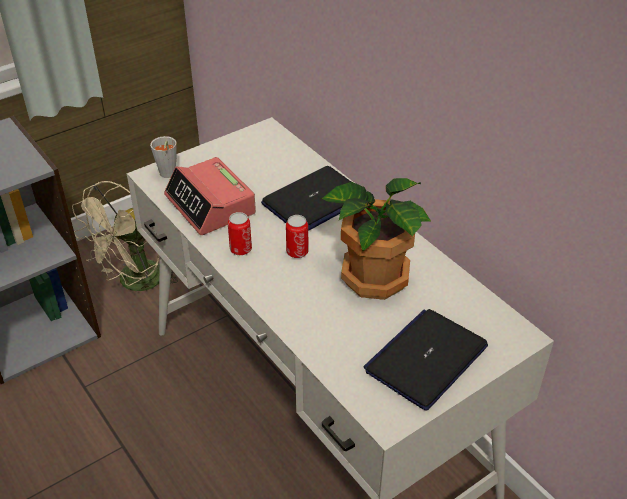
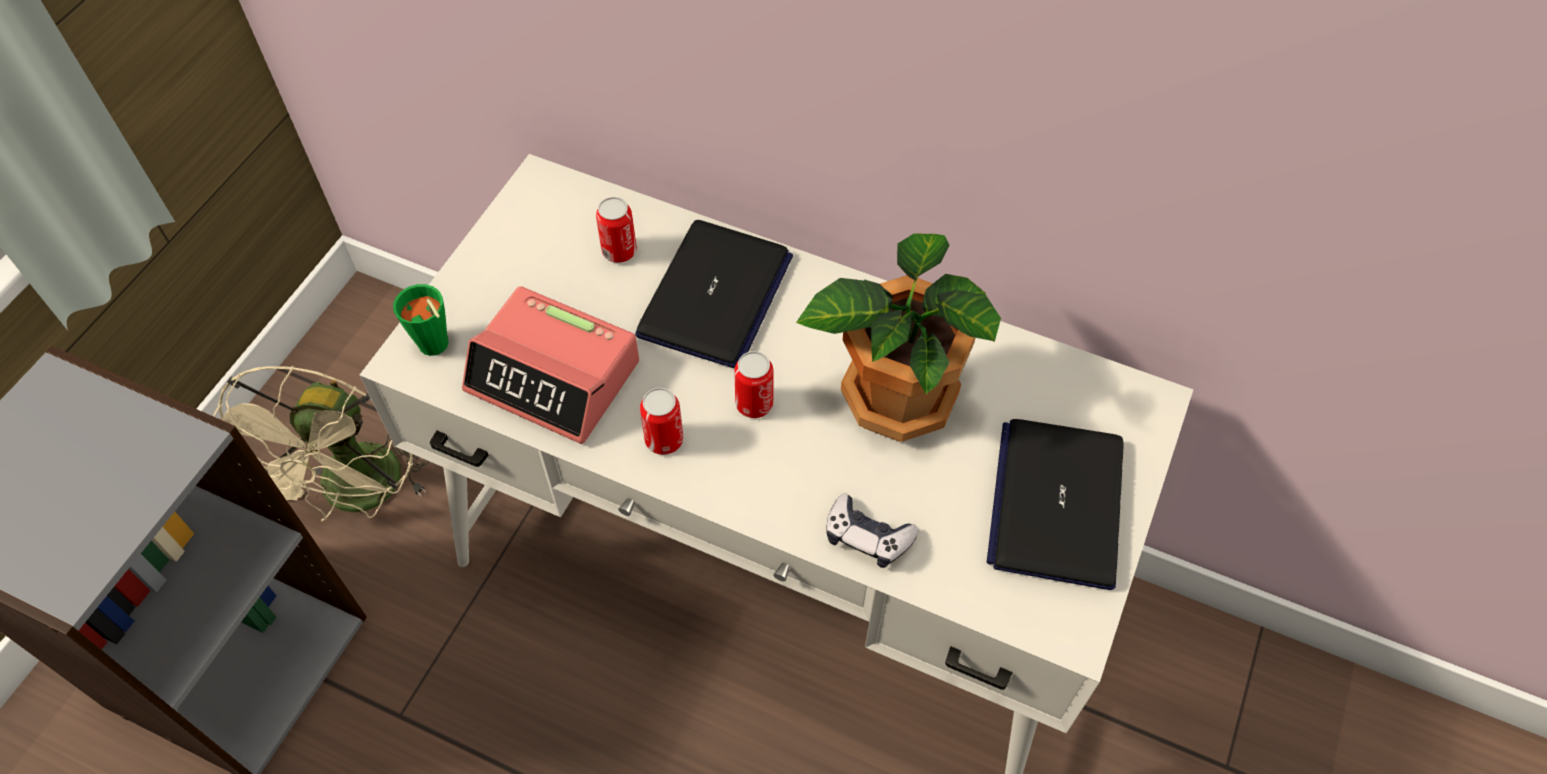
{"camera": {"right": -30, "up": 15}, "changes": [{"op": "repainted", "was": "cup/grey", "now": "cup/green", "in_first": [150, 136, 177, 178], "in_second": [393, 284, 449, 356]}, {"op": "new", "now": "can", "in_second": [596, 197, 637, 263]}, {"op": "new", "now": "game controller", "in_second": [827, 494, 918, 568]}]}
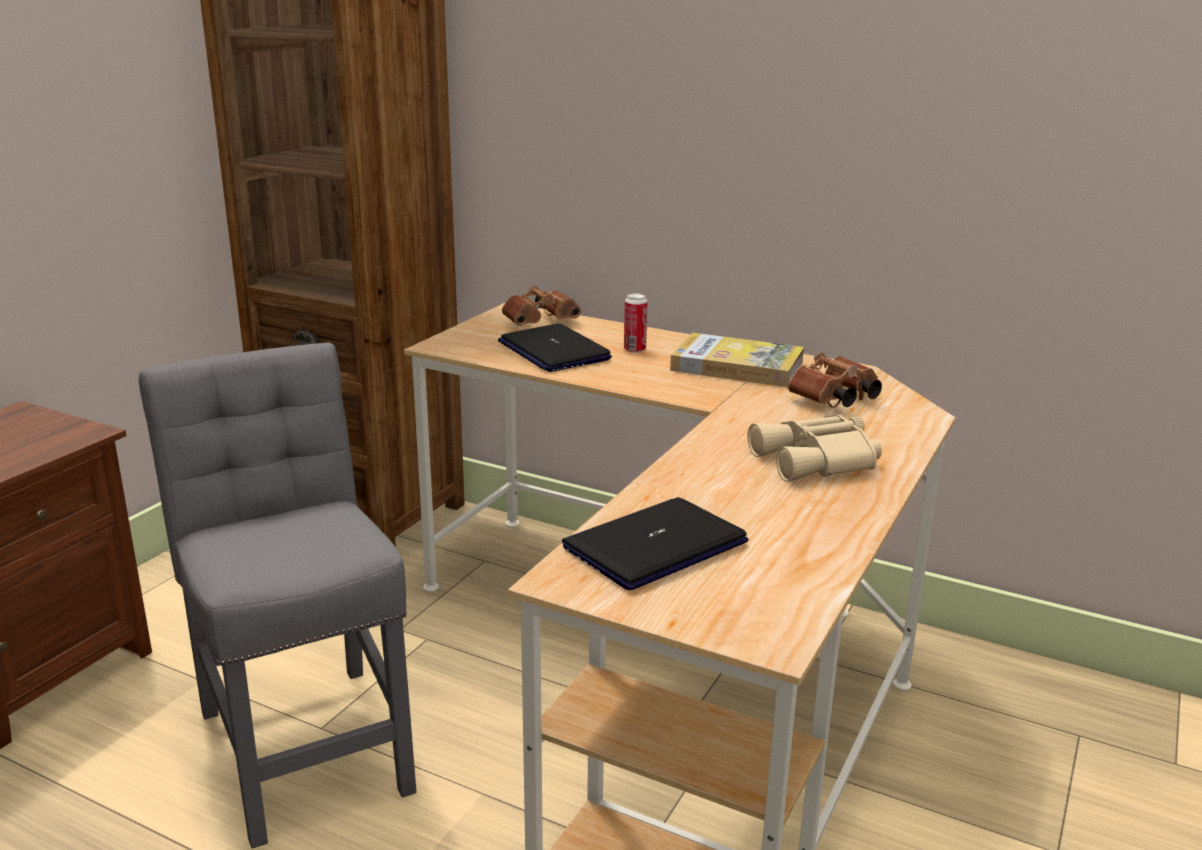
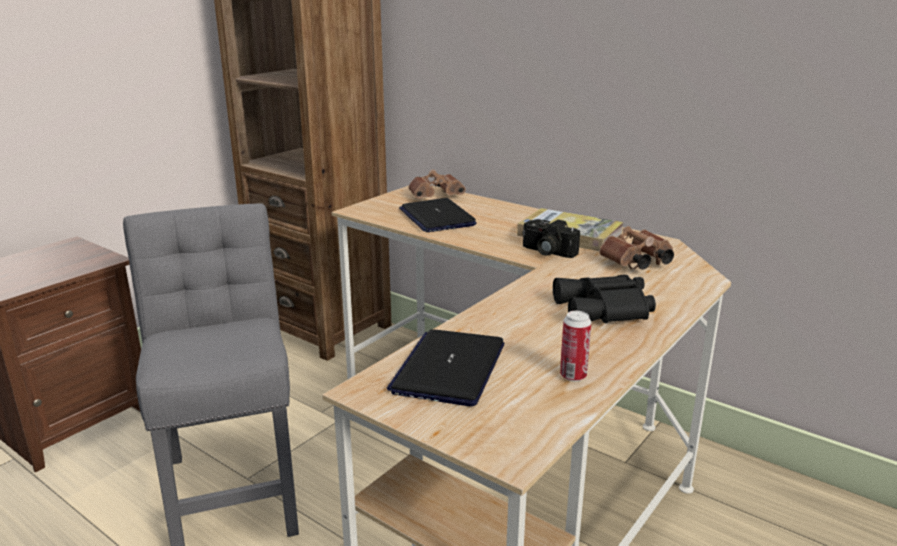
{"camera": {"right": 10, "up": 0}, "changes": [{"op": "rotated", "was": "laptop", "in_first": [562, 497, 748, 590], "in_second": [387, 329, 504, 406], "clockwise": -45}, {"op": "shifted", "was": "can", "in_first": [624, 293, 648, 353], "in_second": [560, 311, 592, 381]}, {"op": "repainted", "was": "binoculars/beige", "now": "binoculars/black", "in_first": [748, 415, 882, 482], "in_second": [553, 275, 656, 323]}, {"op": "new", "now": "photo camera", "in_second": [522, 219, 580, 258]}]}
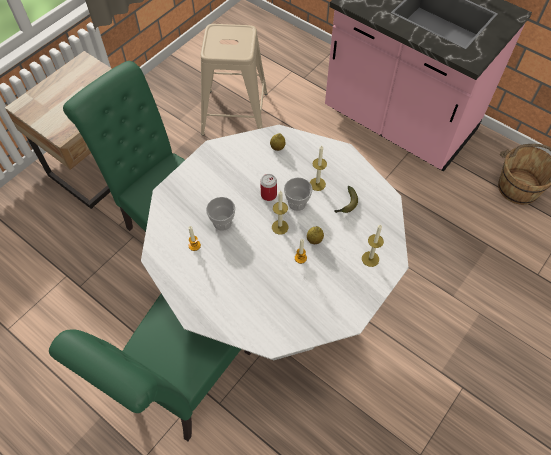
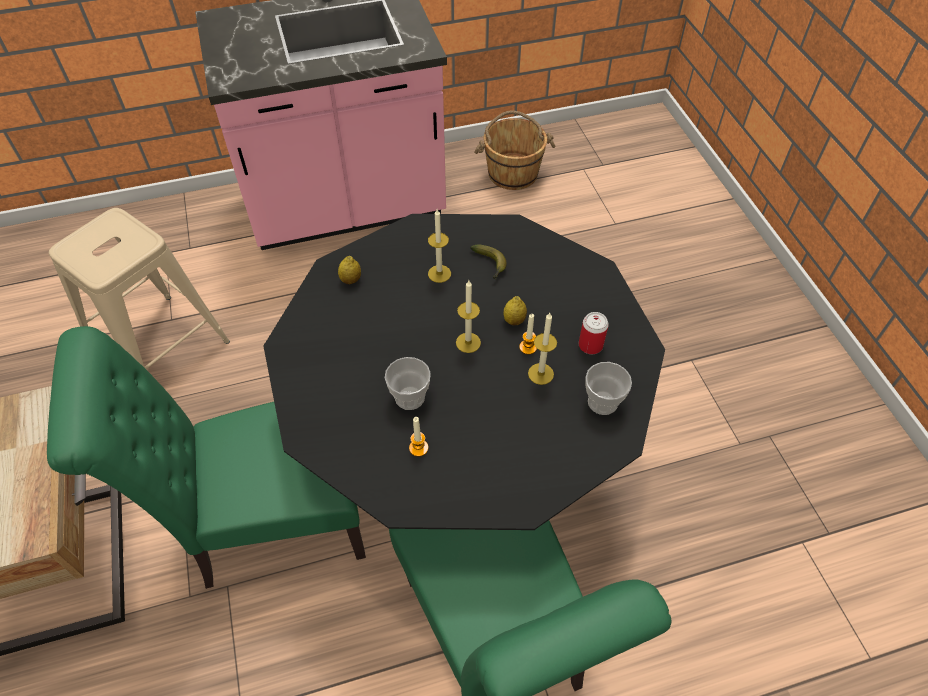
{"camera": {"right": -55, "up": -5}, "changes": [{"op": "repainted", "was": "dining table/white", "now": "dining table/black", "in_first": [141, 125, 409, 360], "in_second": [263, 214, 665, 530]}, {"op": "shifted", "was": "can", "in_first": [260, 174, 277, 201], "in_second": [579, 312, 609, 354]}, {"op": "shifted", "was": "cup", "in_first": [284, 177, 313, 211], "in_second": [585, 362, 632, 415]}, {"op": "shifted", "was": "candle", "in_first": [362, 224, 384, 267], "in_second": [528, 313, 557, 385]}]}
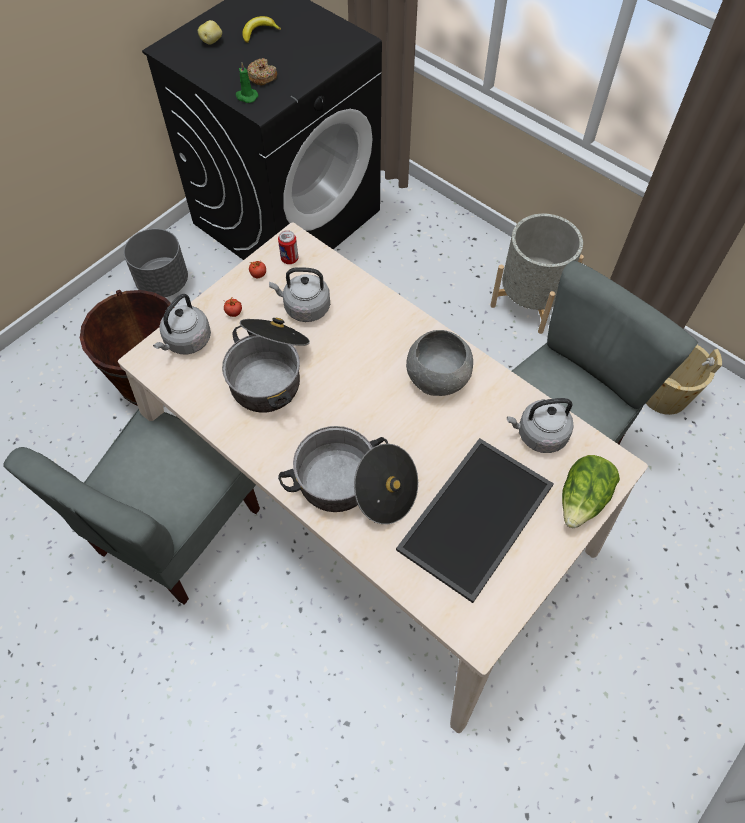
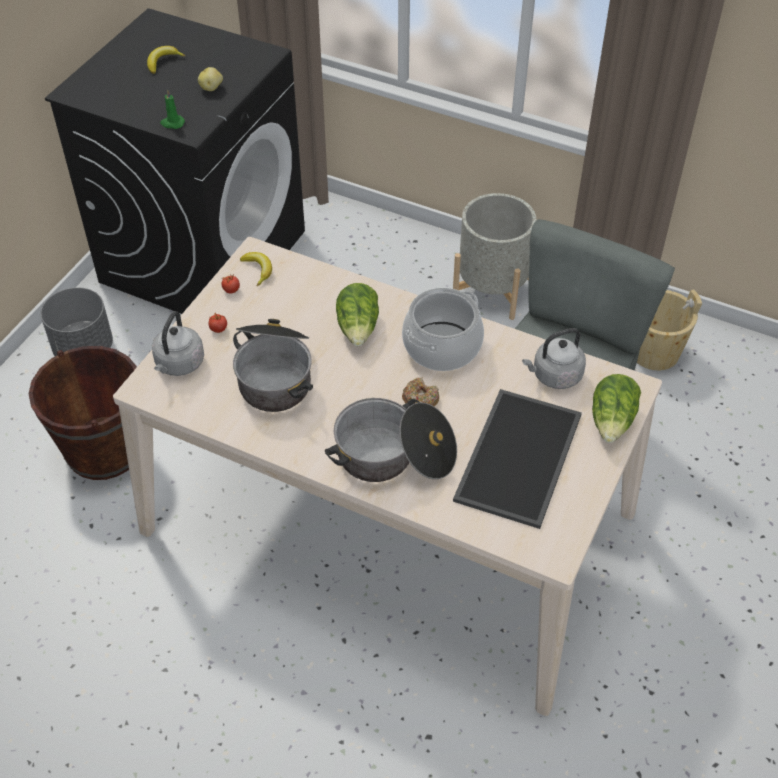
{"camera": {"right": -15, "up": -10}, "changes": [{"op": "gone", "was": "chair/grey", "in_first": [4, 408, 260, 605]}, {"op": "shifted", "was": "potato", "in_first": [198, 20, 222, 44], "in_second": [198, 67, 223, 91]}, {"op": "shifted", "was": "donut", "in_first": [247, 58, 277, 85], "in_second": [402, 378, 439, 407]}, {"op": "gone", "was": "kettle/grey", "in_first": [269, 267, 330, 322]}, {"op": "swapped", "was": "can", "now": "banana", "in_first": [278, 230, 298, 264], "in_second": [240, 252, 272, 286]}, {"op": "swapped", "was": "bowl/grey", "now": "cooking pot", "in_first": [406, 330, 473, 396], "in_second": [402, 288, 484, 371]}, {"op": "new", "now": "lettuce", "in_second": [336, 283, 379, 346]}]}
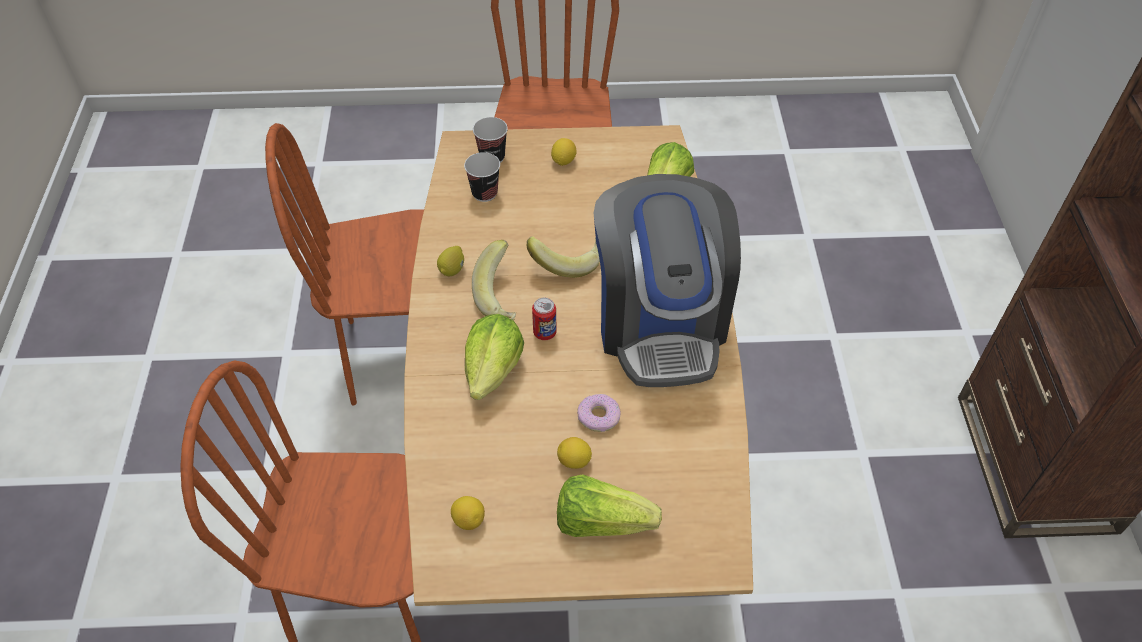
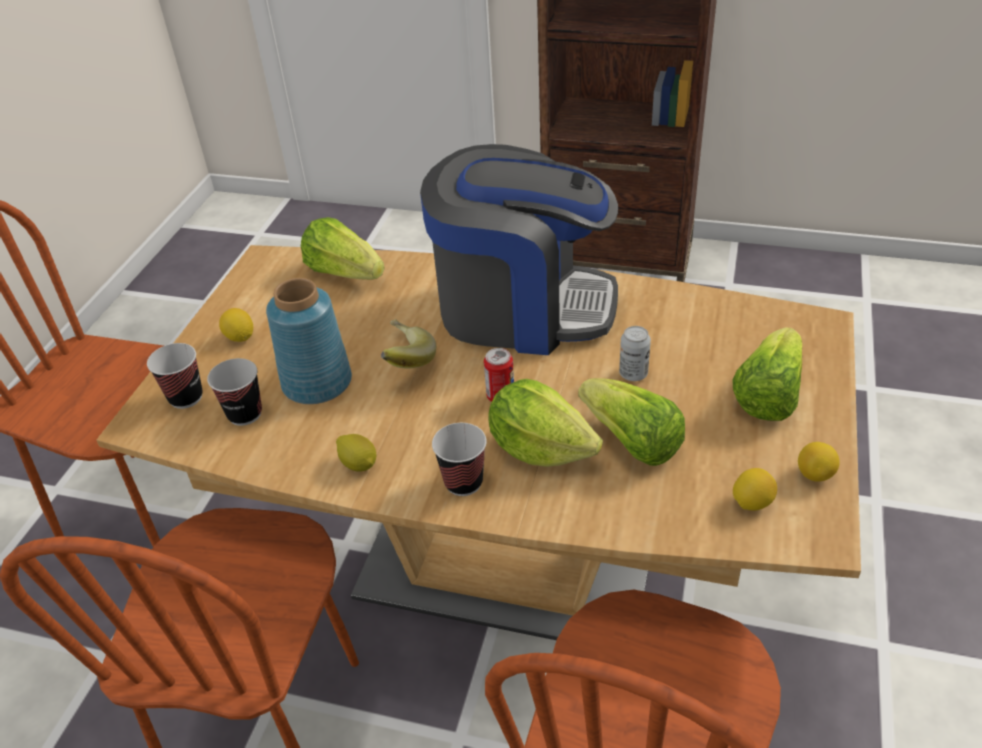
{"camera": {"right": -70, "up": -10}, "changes": [{"op": "gone", "was": "banana", "in_first": [472, 240, 516, 320]}, {"op": "shifted", "was": "lemon", "in_first": [557, 437, 592, 469], "in_second": [798, 442, 840, 482]}, {"op": "swapped", "was": "donut", "now": "can", "in_first": [577, 394, 621, 432], "in_second": [619, 326, 651, 381]}, {"op": "new", "now": "vase/blue", "in_second": [266, 278, 352, 404]}, {"op": "new", "now": "cup", "in_second": [432, 423, 487, 496]}, {"op": "new", "now": "lettuce", "in_second": [578, 378, 685, 466]}]}
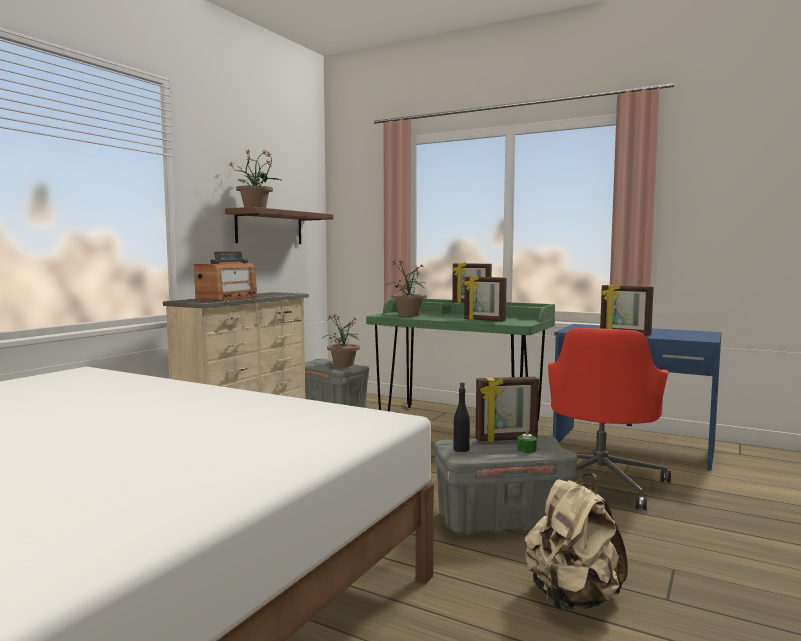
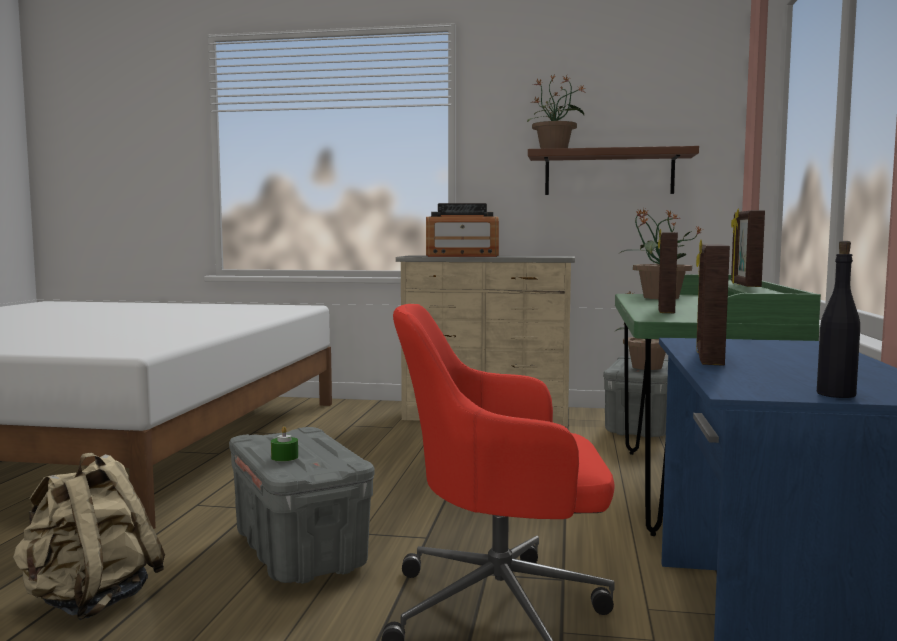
{"camera": {"right": 70, "up": 0}, "changes": [{"op": "shifted", "was": "bottle/black", "in_first": [453, 382, 470, 452], "in_second": [817, 241, 860, 398]}, {"op": "gone", "was": "picture frame", "in_first": [475, 377, 539, 442]}]}
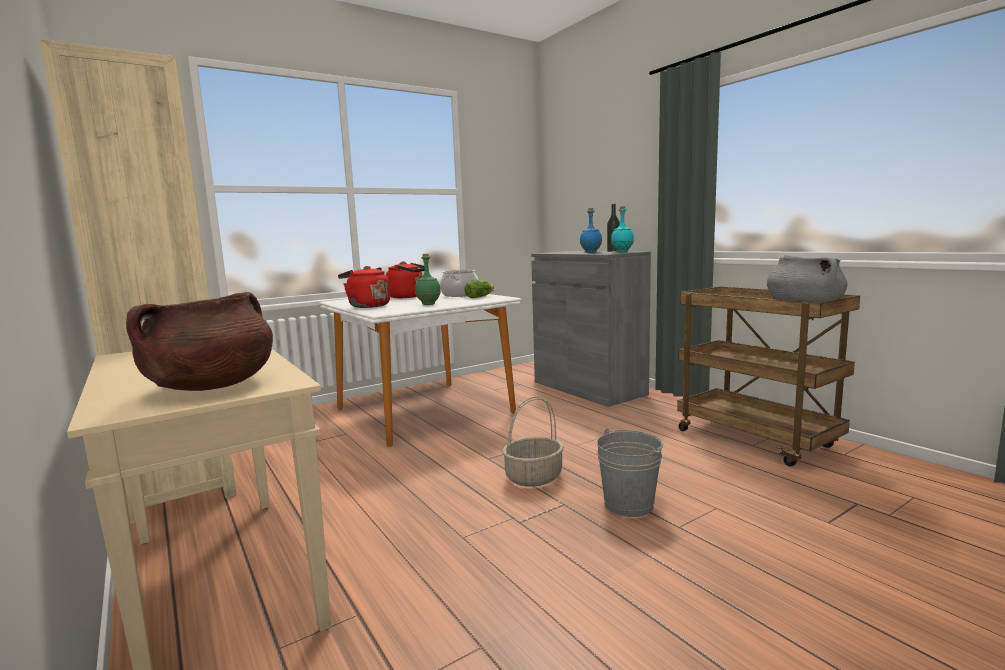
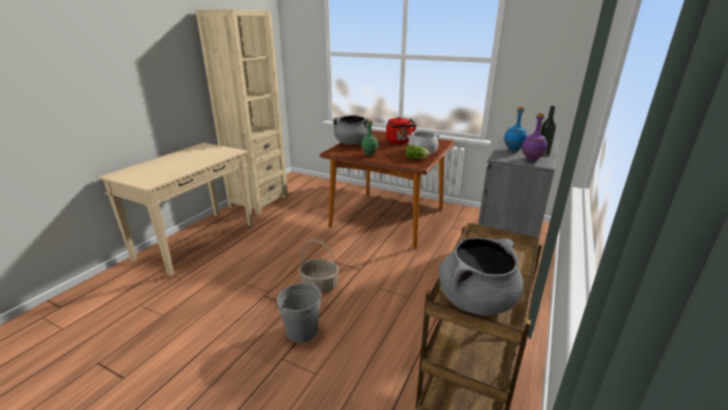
{"camera": {"right": 60, "up": 15}, "changes": [{"op": "gone", "was": "cooking pot/brown", "in_first": [126, 292, 273, 391]}, {"op": "repainted", "was": "dining table/white", "now": "dining table/brown", "in_first": [319, 290, 522, 447], "in_second": [319, 130, 455, 248]}, {"op": "swapped", "was": "kettle/red", "now": "cooking pot/grey", "in_first": [338, 266, 390, 308], "in_second": [333, 115, 372, 145]}, {"op": "repainted", "was": "bottle/turquoise", "now": "bottle/purple", "in_first": [611, 206, 634, 252], "in_second": [521, 113, 547, 161]}]}
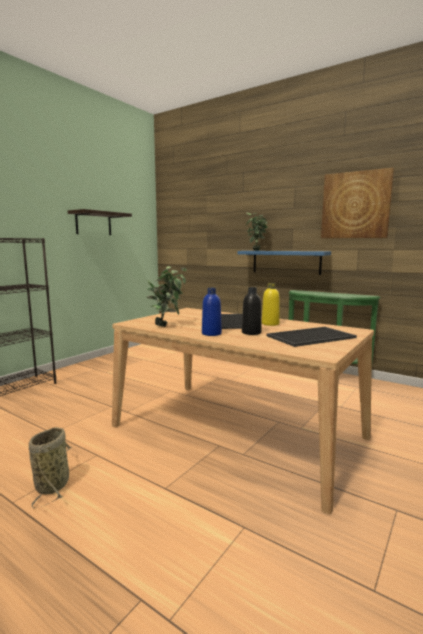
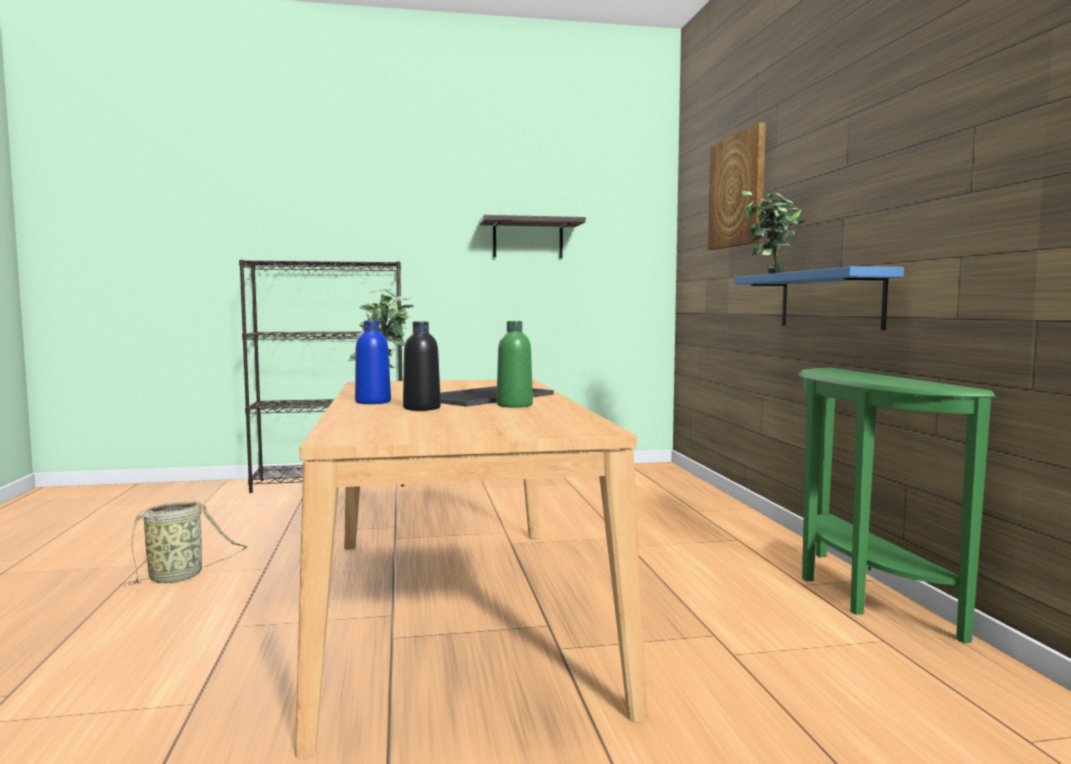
{"camera": {"right": 45, "up": -5}, "changes": [{"op": "repainted", "was": "bottle/yellow", "now": "bottle/green", "in_first": [262, 283, 280, 326], "in_second": [497, 321, 533, 408]}, {"op": "gone", "was": "tray", "in_first": [266, 327, 357, 347]}, {"op": "shifted", "was": "picture", "in_first": [321, 168, 394, 238], "in_second": [708, 122, 766, 250]}]}
